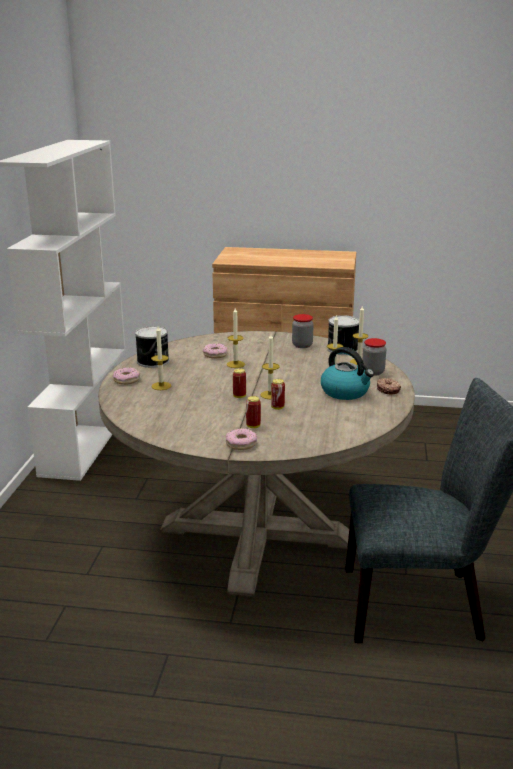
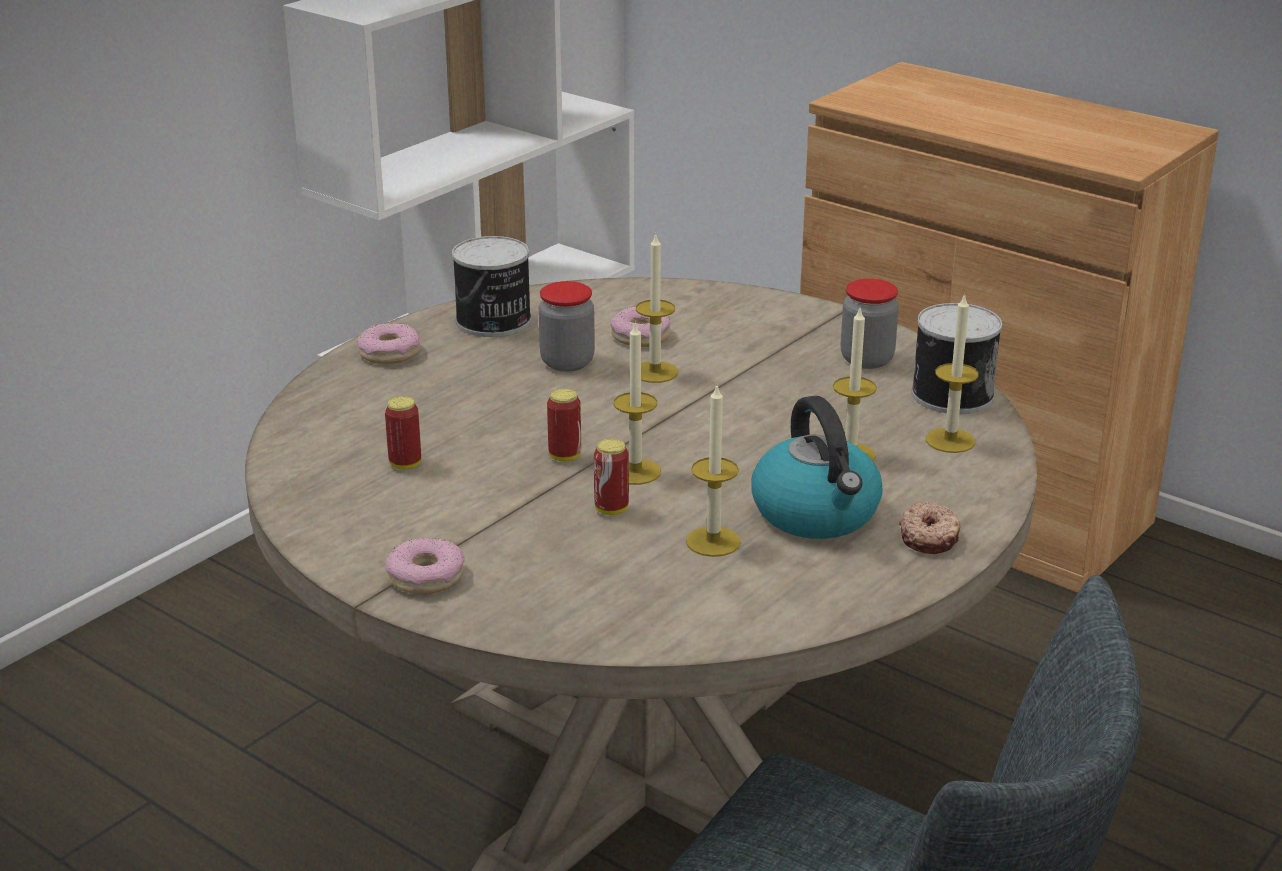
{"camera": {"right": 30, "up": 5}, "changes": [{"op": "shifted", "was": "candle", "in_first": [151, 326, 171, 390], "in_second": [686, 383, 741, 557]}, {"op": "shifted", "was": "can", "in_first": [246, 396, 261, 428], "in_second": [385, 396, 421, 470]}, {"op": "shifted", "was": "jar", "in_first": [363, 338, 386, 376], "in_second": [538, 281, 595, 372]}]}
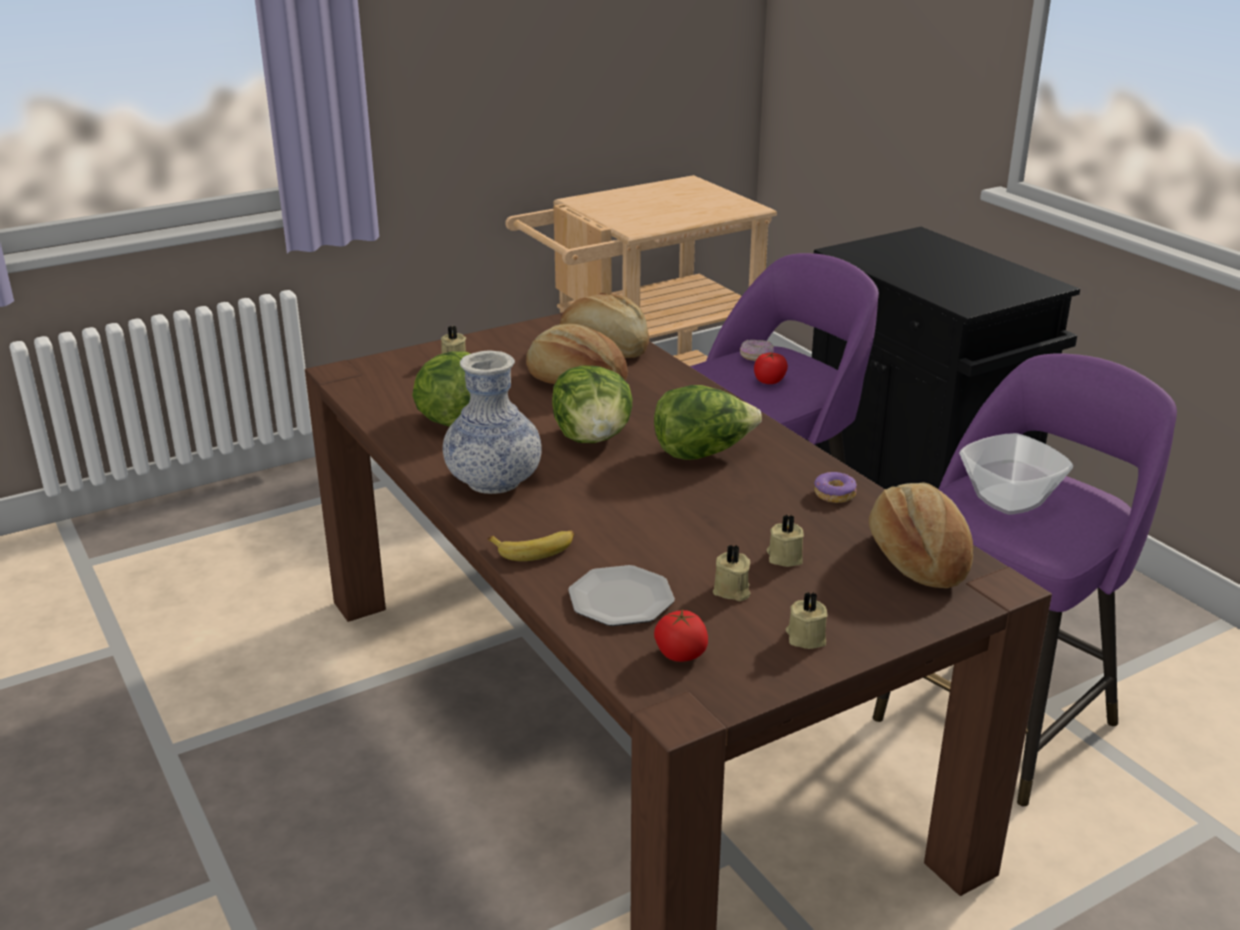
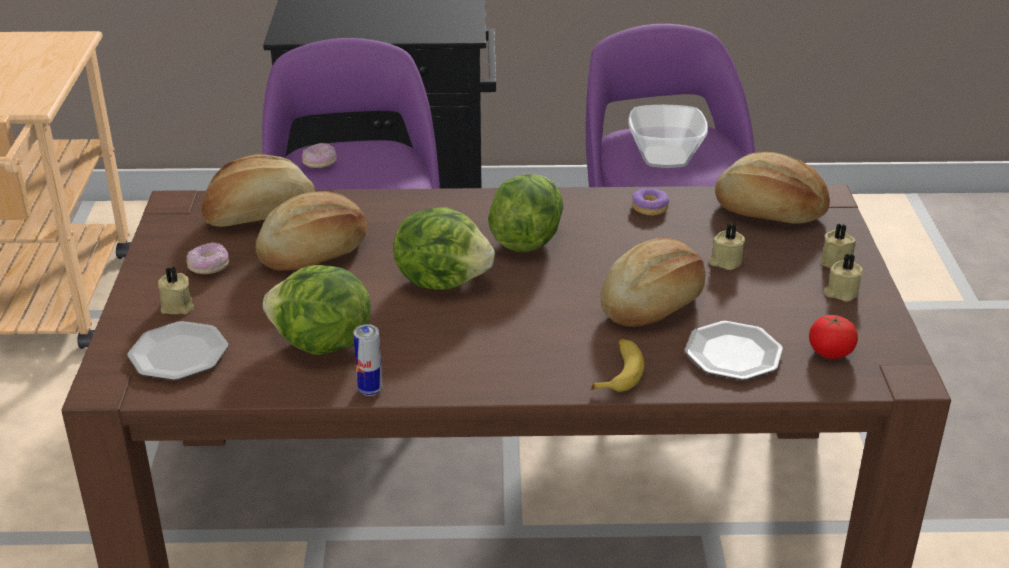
{"camera": {"right": -60, "up": 5}, "changes": [{"op": "gone", "was": "vase", "in_first": [443, 351, 542, 494]}, {"op": "shifted", "was": "candle/beige", "in_first": [713, 544, 751, 601], "in_second": [821, 224, 856, 268]}, {"op": "gone", "was": "tomato", "in_first": [754, 352, 788, 384]}, {"op": "new", "now": "plate", "in_second": [127, 321, 228, 380]}, {"op": "new", "now": "donut", "in_second": [186, 242, 229, 274]}, {"op": "new", "now": "can", "in_second": [353, 324, 382, 396]}, {"op": "new", "now": "bread", "in_second": [601, 238, 705, 327]}]}
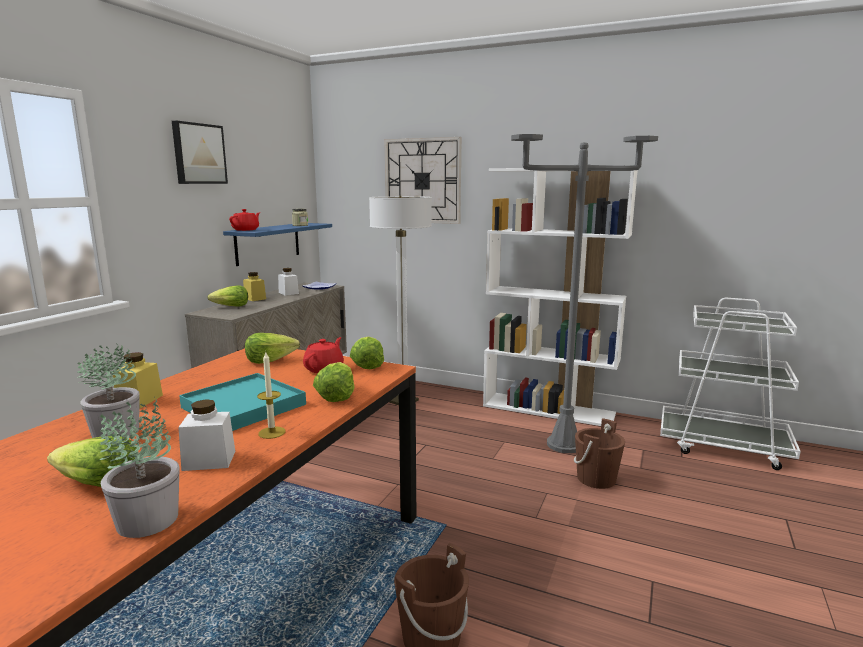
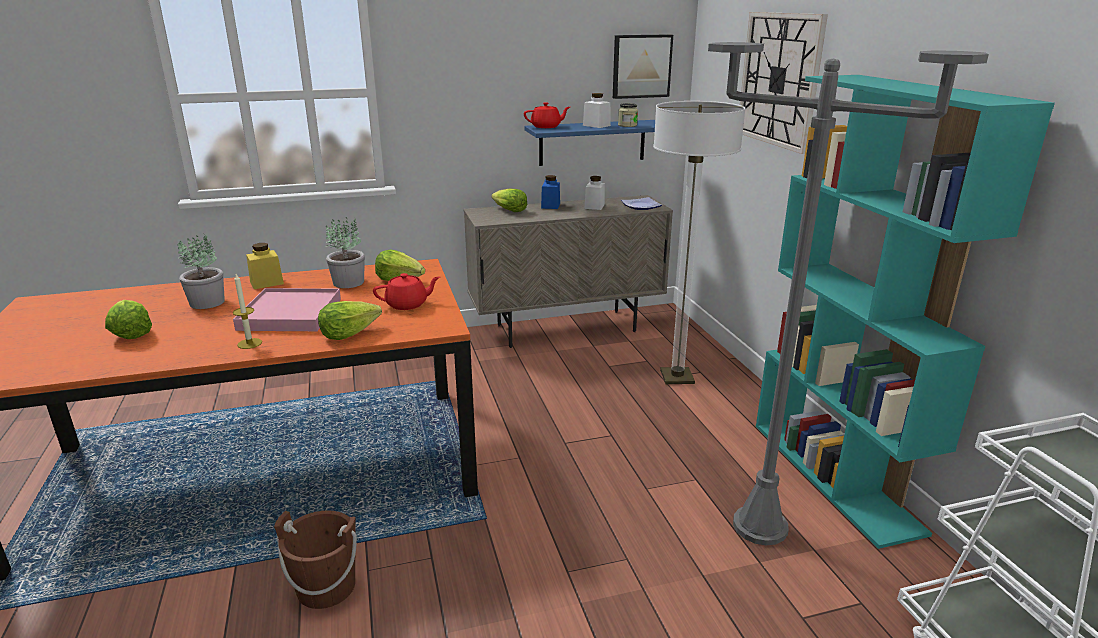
{"camera": {"right": 50, "up": 10}, "changes": [{"op": "shifted", "was": "potted plant", "in_first": [100, 397, 180, 538], "in_second": [325, 217, 365, 288]}, {"op": "shifted", "was": "picture", "in_first": [172, 121, 228, 184], "in_second": [613, 34, 673, 99]}, {"op": "shifted", "was": "jar/white", "in_first": [178, 399, 235, 471], "in_second": [583, 93, 611, 128]}, {"op": "repainted", "was": "tray/turquoise", "now": "tray/pink", "in_first": [179, 373, 306, 431], "in_second": [233, 288, 341, 331]}, {"op": "repainted", "was": "jar/yellow", "now": "jar/blue", "in_first": [243, 272, 266, 301], "in_second": [541, 175, 560, 209]}, {"op": "gone", "was": "lettuce", "in_first": [350, 337, 384, 369]}, {"op": "repainted", "was": "bookcase/white", "now": "bookcase/turquoise", "in_first": [483, 168, 638, 426], "in_second": [756, 75, 1055, 549]}, {"op": "gone", "was": "bucket/brown", "in_first": [574, 418, 625, 489]}]}
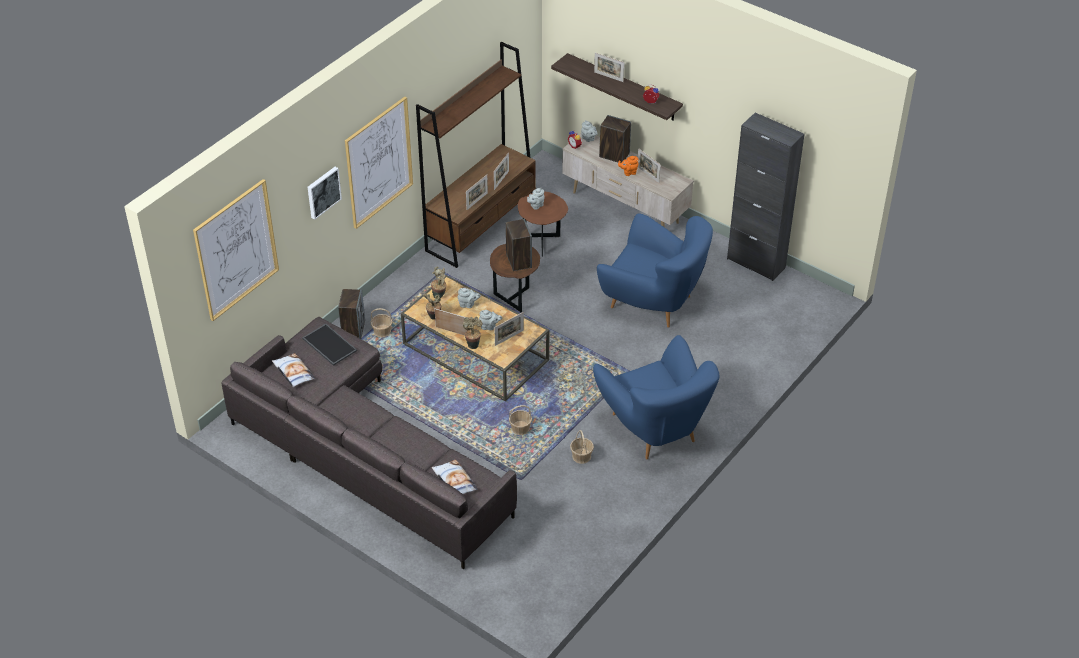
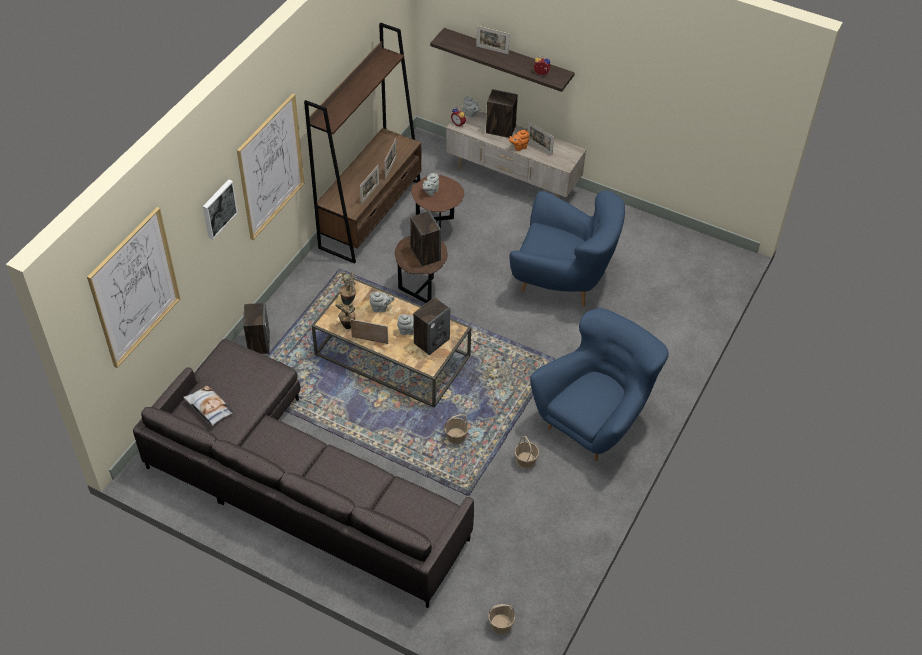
{"camera": {"right": -10, "up": 5}, "changes": [{"op": "gone", "was": "tray", "in_first": [302, 324, 357, 366]}, {"op": "shifted", "was": "basket", "in_first": [371, 308, 393, 337], "in_second": [488, 604, 515, 635]}, {"op": "gone", "was": "pillow", "in_first": [432, 460, 478, 494]}, {"op": "gone", "was": "potted plant", "in_first": [462, 317, 483, 349]}, {"op": "swapped", "was": "picture frame", "now": "speaker", "in_first": [494, 312, 524, 346], "in_second": [413, 297, 450, 355]}, {"op": "rotated", "was": "armchair/blue", "in_first": [593, 335, 719, 460], "in_second": [530, 308, 669, 461], "clockwise": -105}, {"op": "gone", "was": "cabinet/black", "in_first": [727, 113, 805, 281]}]}
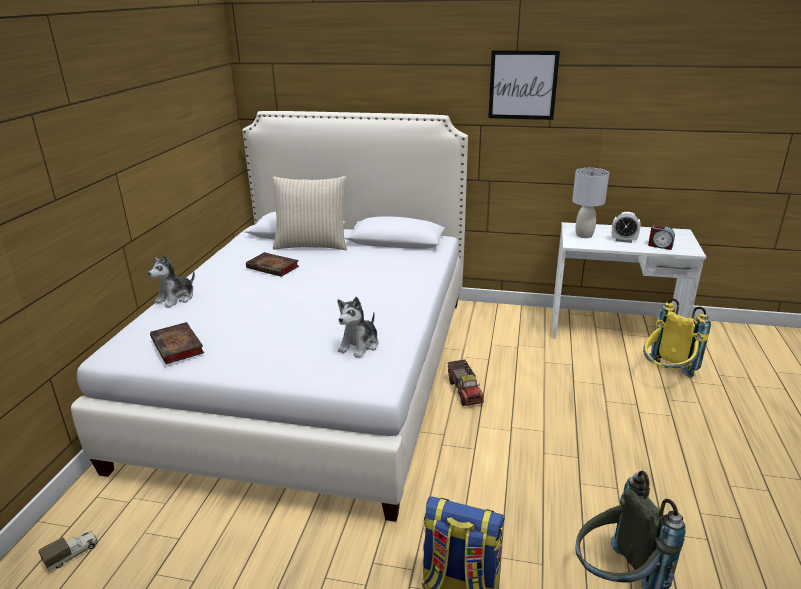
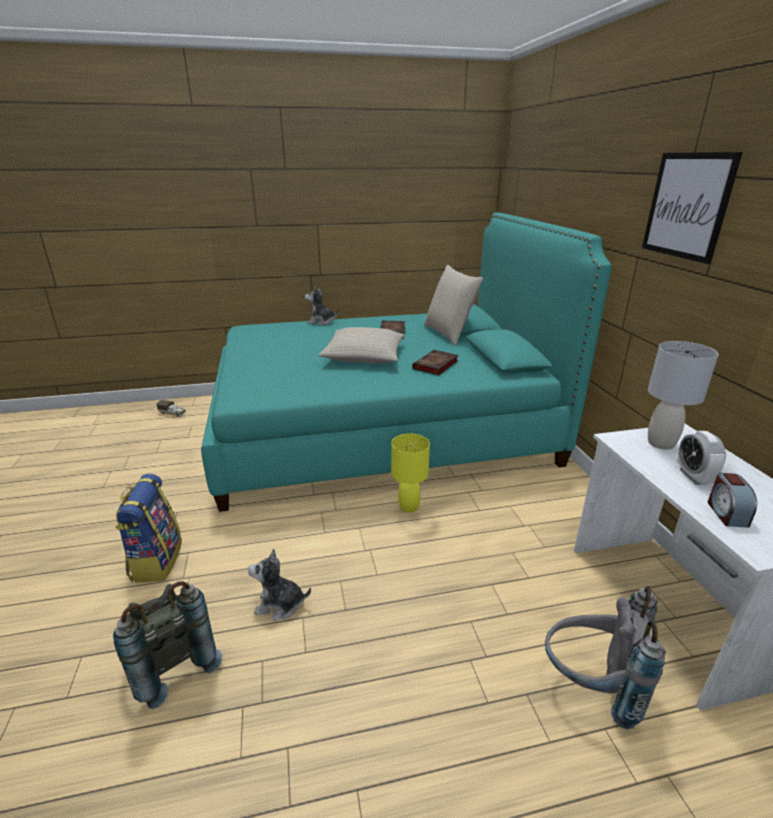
{"camera": {"right": 65, "up": 0}, "changes": [{"op": "repainted", "was": "bed/white", "now": "bed/turquoise", "in_first": [71, 111, 468, 522], "in_second": [201, 213, 612, 512]}, {"op": "shifted", "was": "book", "in_first": [150, 322, 204, 364], "in_second": [412, 350, 458, 376]}, {"op": "shifted", "was": "plush toy", "in_first": [338, 297, 378, 358], "in_second": [248, 549, 311, 620]}, {"op": "swapped", "was": "toy truck", "now": "table lamp/yellow", "in_first": [448, 359, 484, 406], "in_second": [391, 433, 430, 513]}, {"op": "repainted", "was": "backpack/yellow", "now": "backpack/grey", "in_first": [643, 298, 711, 377], "in_second": [545, 586, 666, 729]}, {"op": "new", "now": "pillow/beige", "in_second": [319, 327, 404, 364]}]}
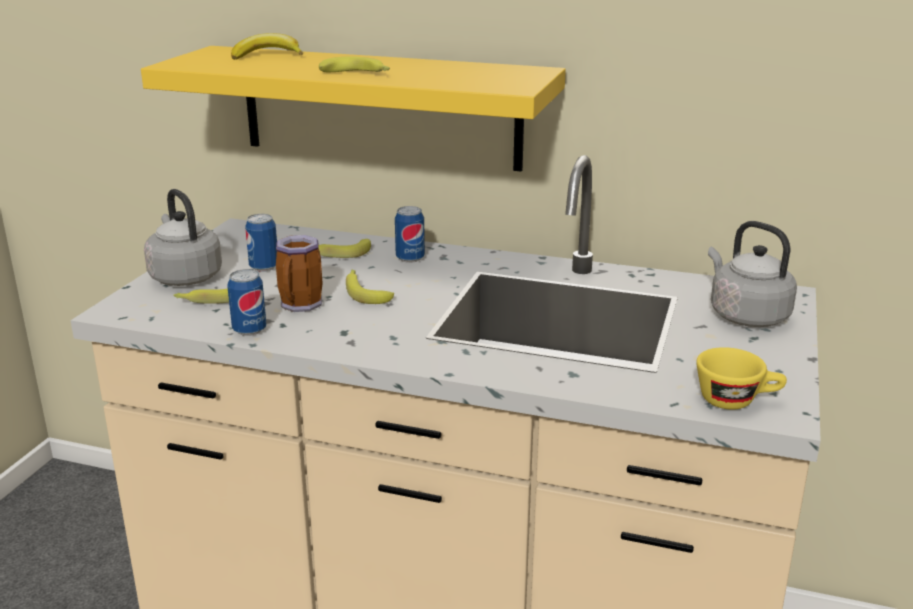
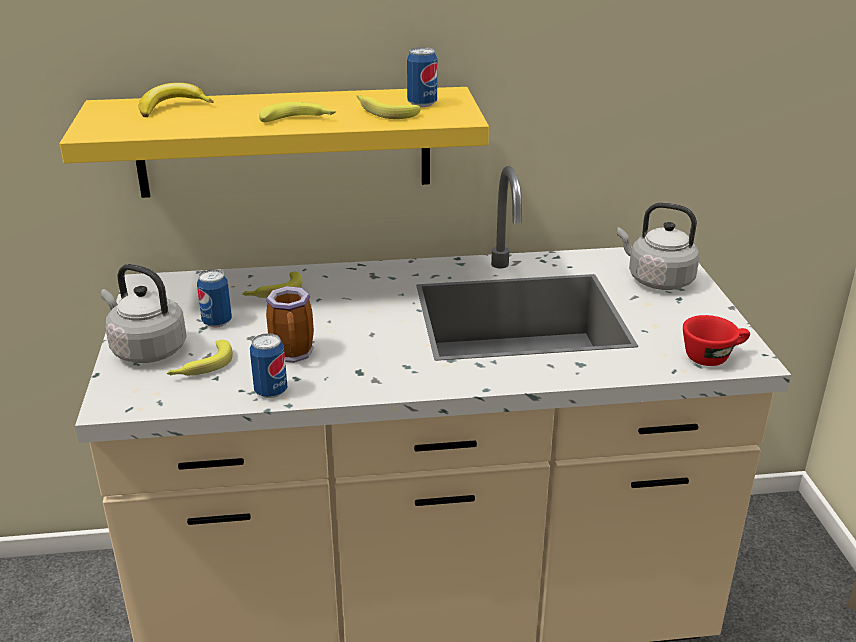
{"camera": {"right": -25, "up": 5}, "changes": [{"op": "shifted", "was": "banana", "in_first": [346, 270, 394, 304], "in_second": [357, 95, 421, 119]}, {"op": "shifted", "was": "can", "in_first": [395, 206, 425, 263], "in_second": [407, 47, 437, 107]}, {"op": "repainted", "was": "cup/yellow", "now": "cup/red", "in_first": [696, 347, 787, 410], "in_second": [683, 315, 750, 366]}]}
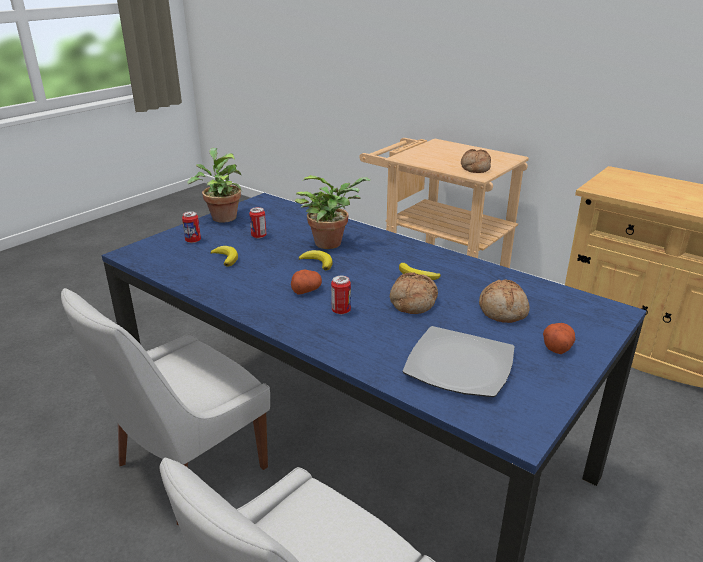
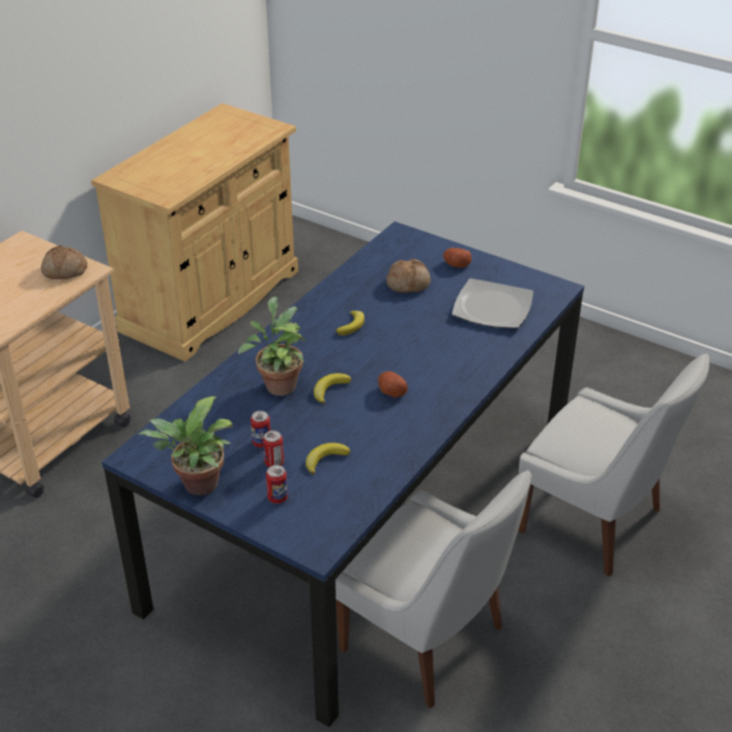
{"camera": {"right": -95, "up": 10}, "changes": [{"op": "shifted", "was": "can", "in_first": [331, 276, 351, 314], "in_second": [263, 430, 284, 467]}, {"op": "gone", "was": "bread", "in_first": [390, 272, 438, 314]}]}
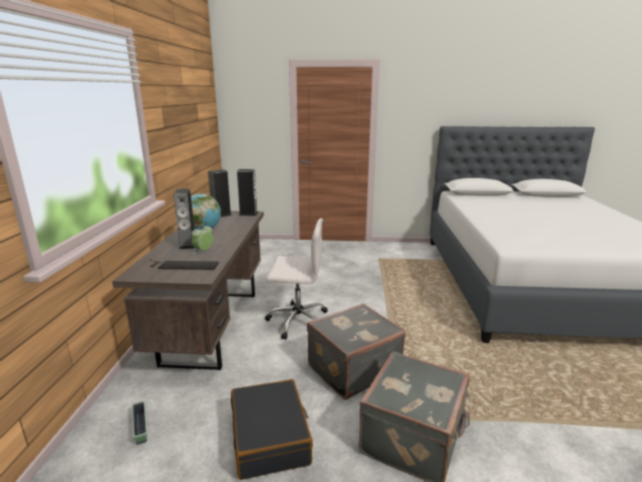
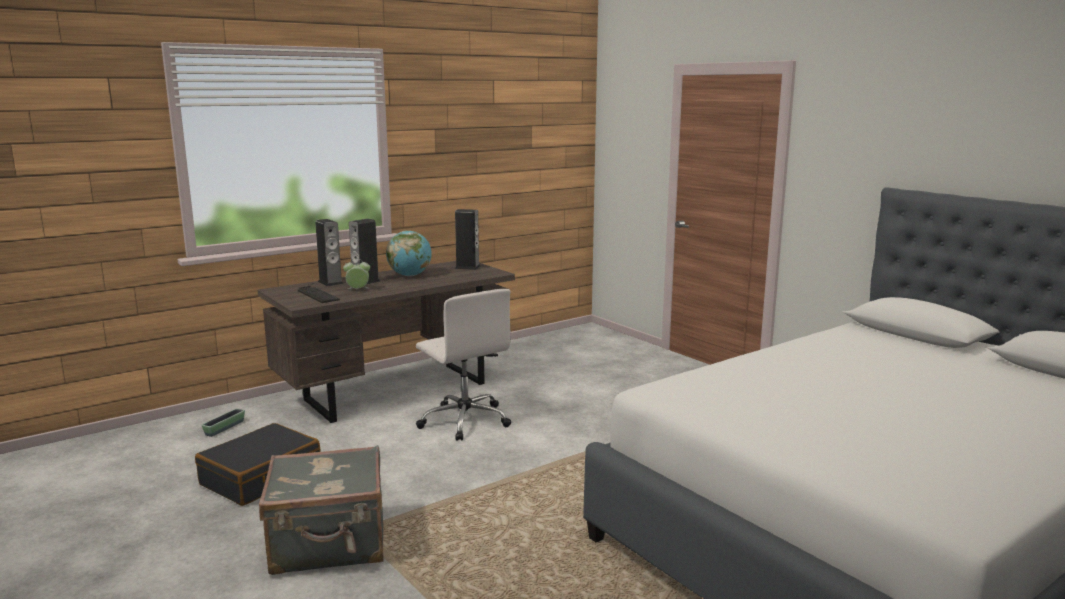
{"camera": {"right": 50, "up": -5}, "changes": [{"op": "shifted", "was": "speaker", "in_first": [237, 169, 258, 216], "in_second": [315, 219, 343, 287]}, {"op": "gone", "was": "suitcase/grey", "in_first": [307, 303, 406, 400]}]}
